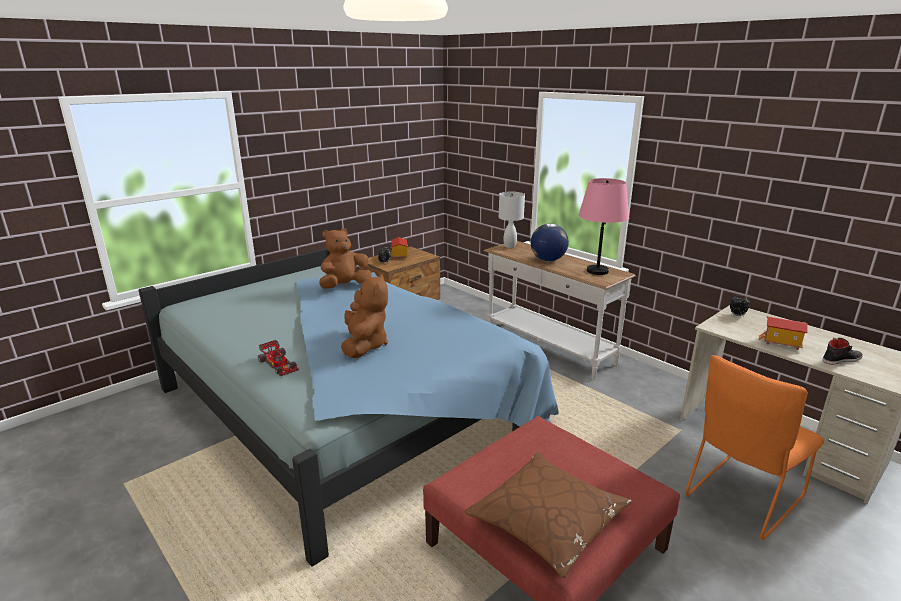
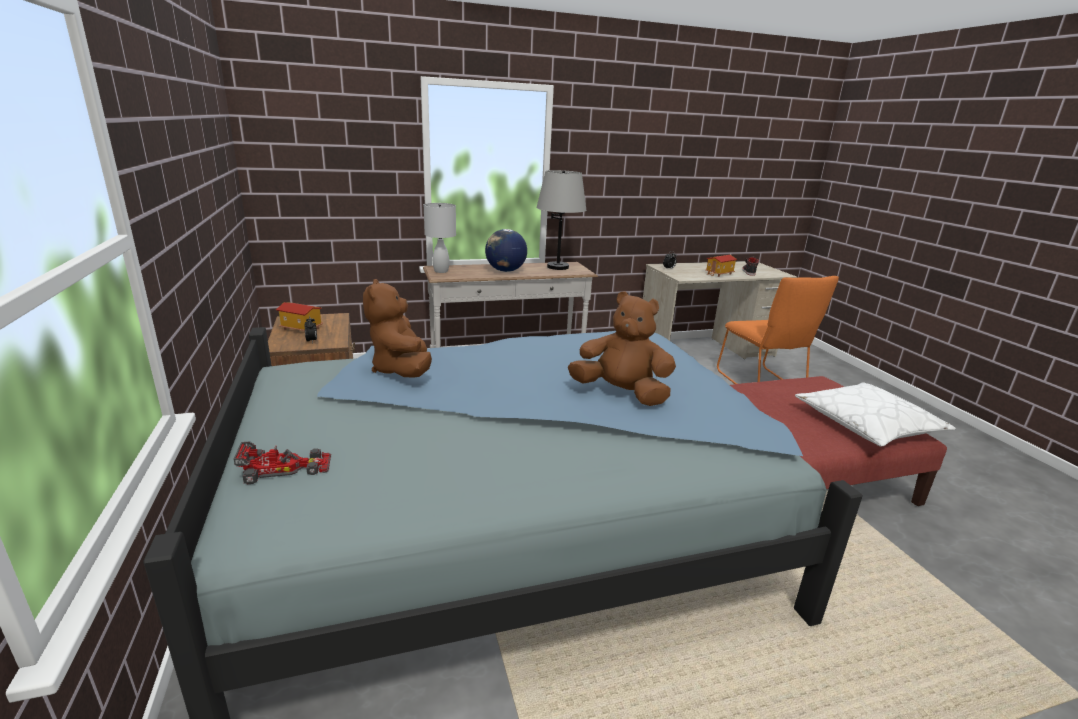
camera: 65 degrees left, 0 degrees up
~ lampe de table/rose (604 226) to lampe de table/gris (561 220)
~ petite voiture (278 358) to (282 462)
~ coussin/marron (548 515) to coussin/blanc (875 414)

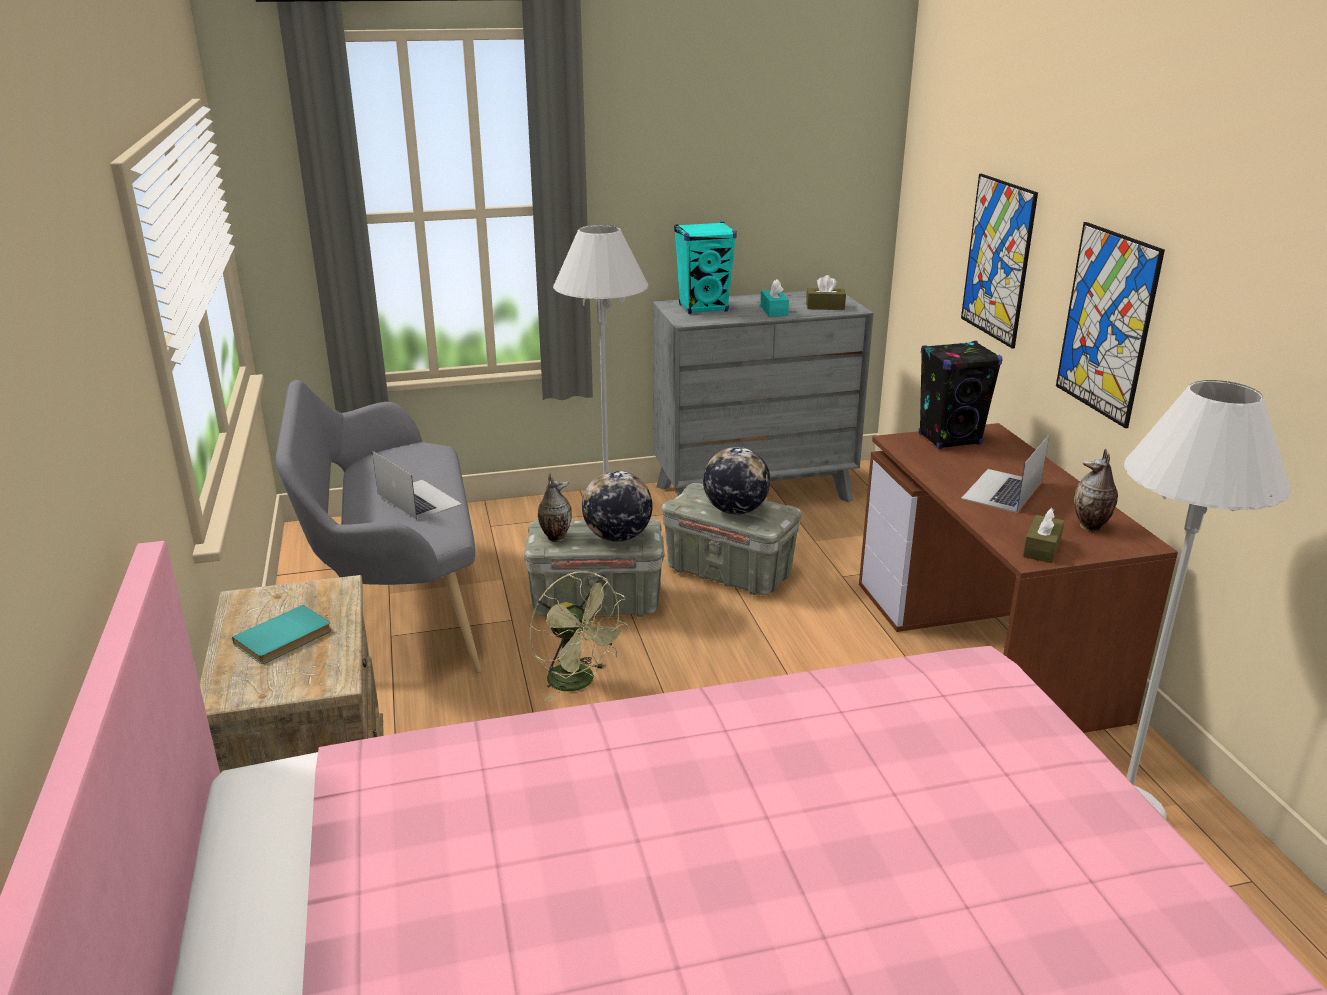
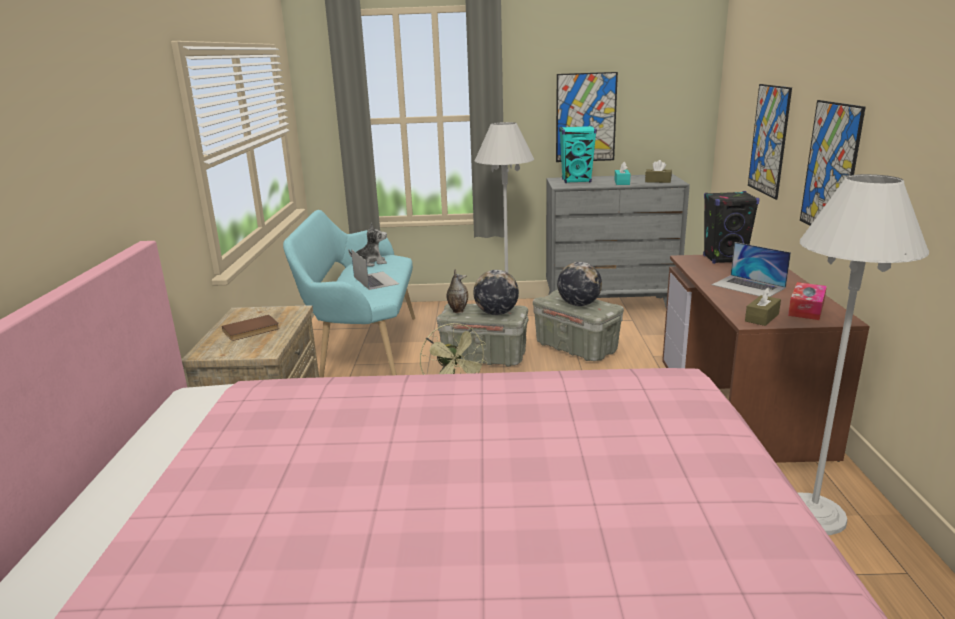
camera: 15 degrees right, 5 degrees down
~ banc/gris (378 526) to banc/turquoise (349 294)
~ ordinateur portable (1005 474) = (751 269) 90 degrees counterclockwise
~ vase (1096 490) to boîte à mouchoirs (807 301)
~ livre/turquoise (281 634) to livre/marron (250 328)
+ tableau (587 117)
+ peluche (368 244)

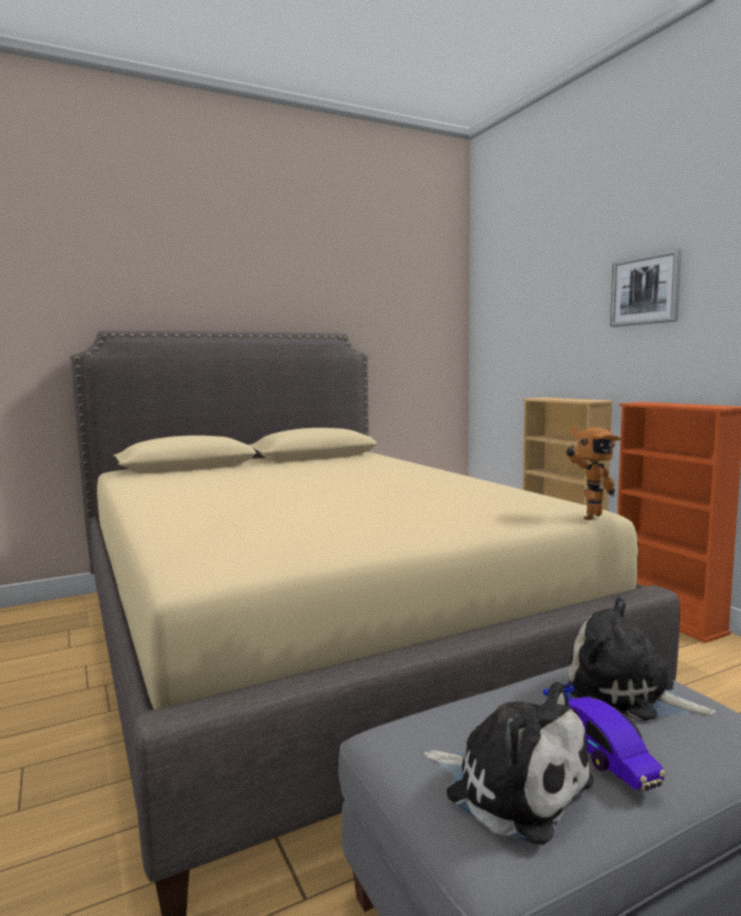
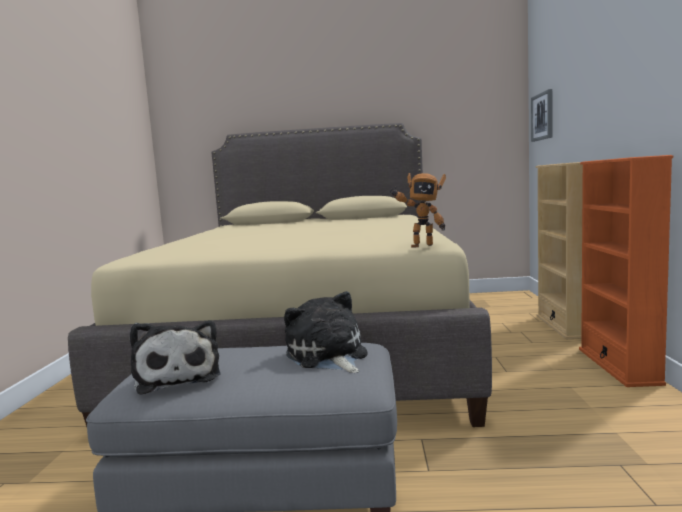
camera: 30 degrees right, 0 degrees up
~ tableau (646 288) to (541 115)
- petite voiture (604 737)

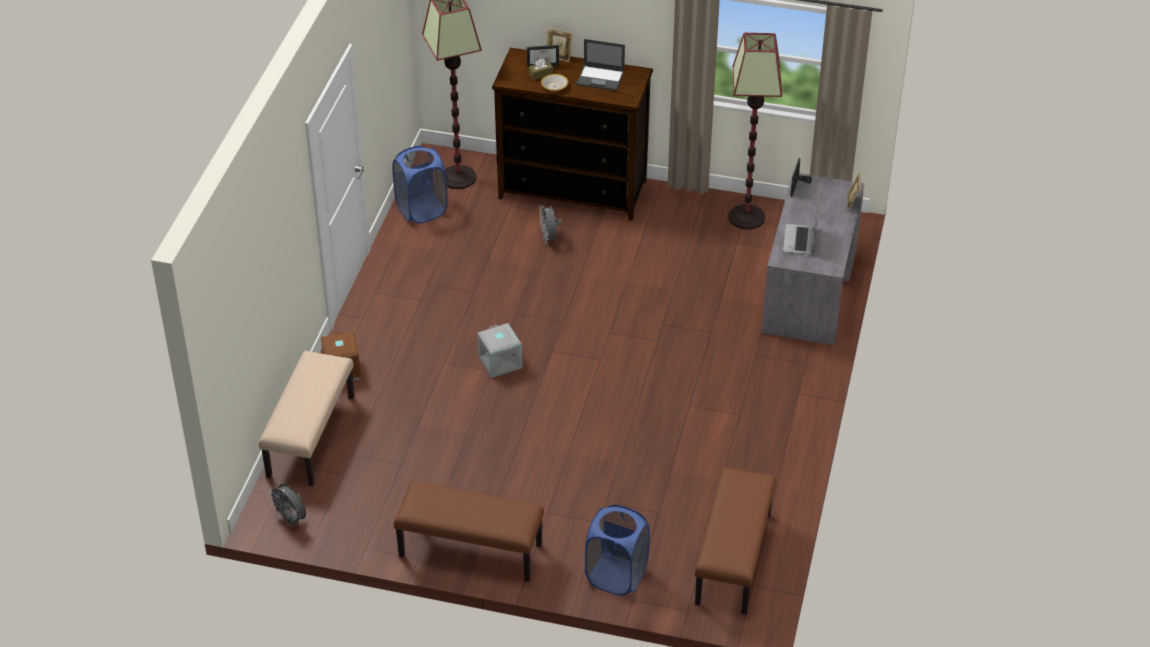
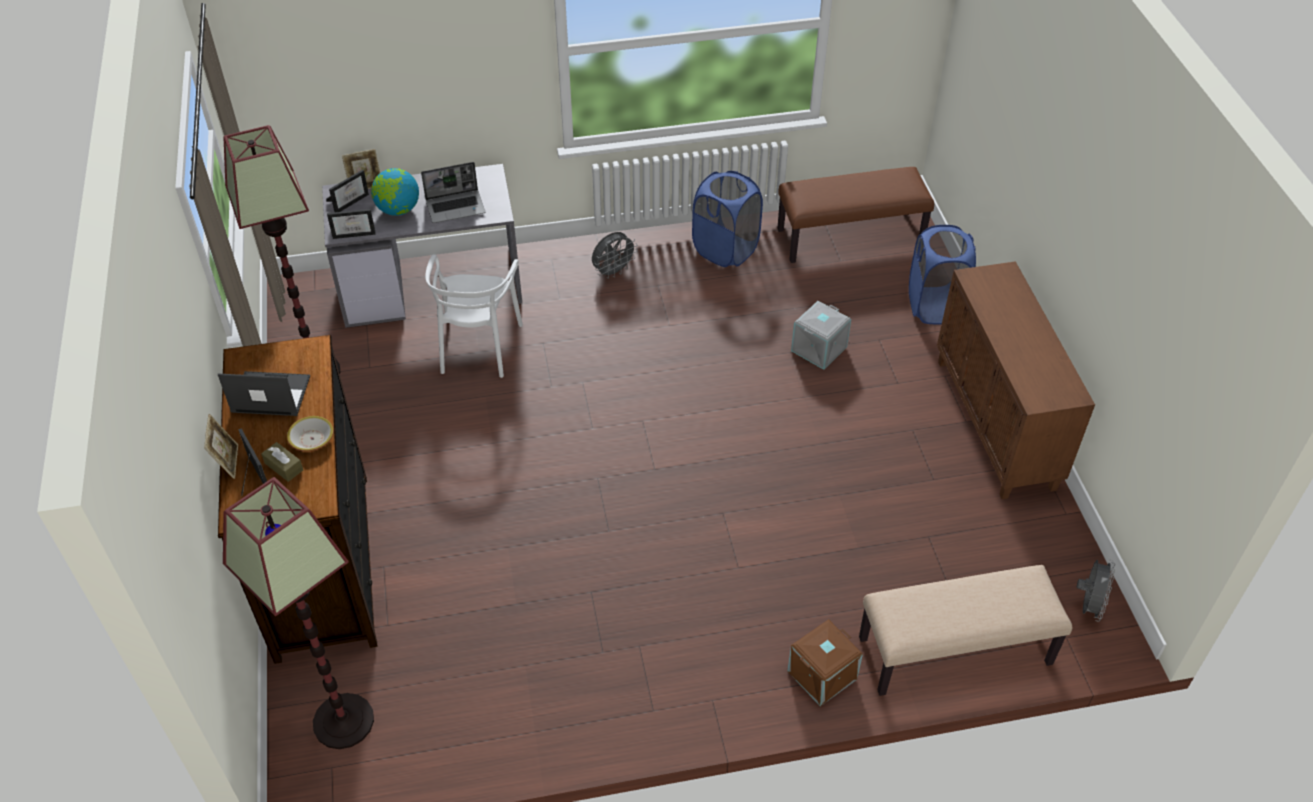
camera: 115 degrees left, 5 degrees up
~ ordinateur portable (600 65) = (264 393) 75 degrees counterclockwise
~ panier à linge/bleu (420 185) to (727 219)
~ ventilateur/gris (550 223) to (615 255)
~ boîte de rangement/gris (500 350) to (821 335)
~ banc/marron (469 531) to meuble de rangement/marron (1016 380)
+ globe (395 192)
+ cadre photo (347 191)
+ chaise/blanc (474 316)

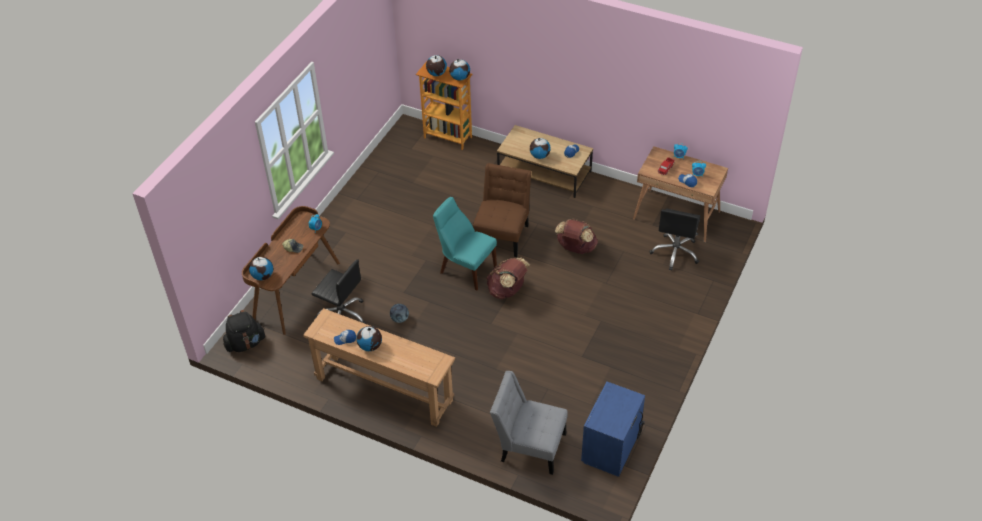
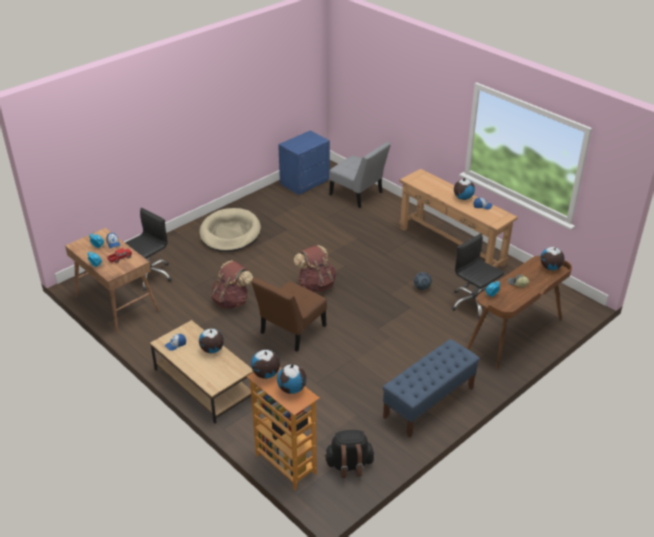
camera: 160 degrees left, 10 degrees down
- chaise/turquoise (465 244)
~ sac à dos/noir (244 331) to (349 454)
+ panier pour chien/beige (230 230)
+ banc/bleu (431 388)

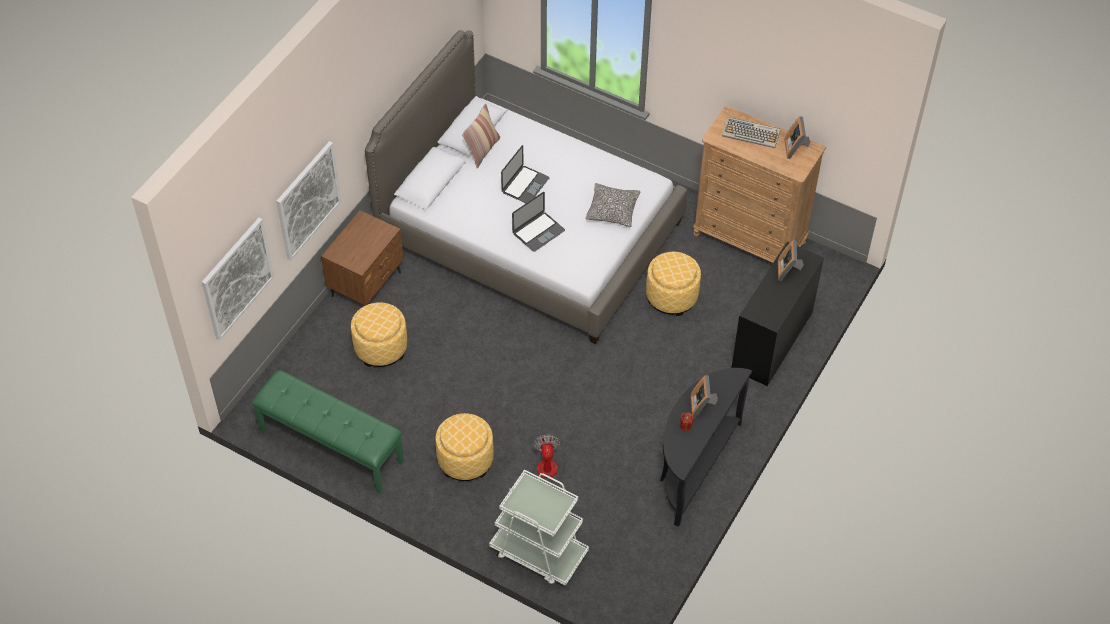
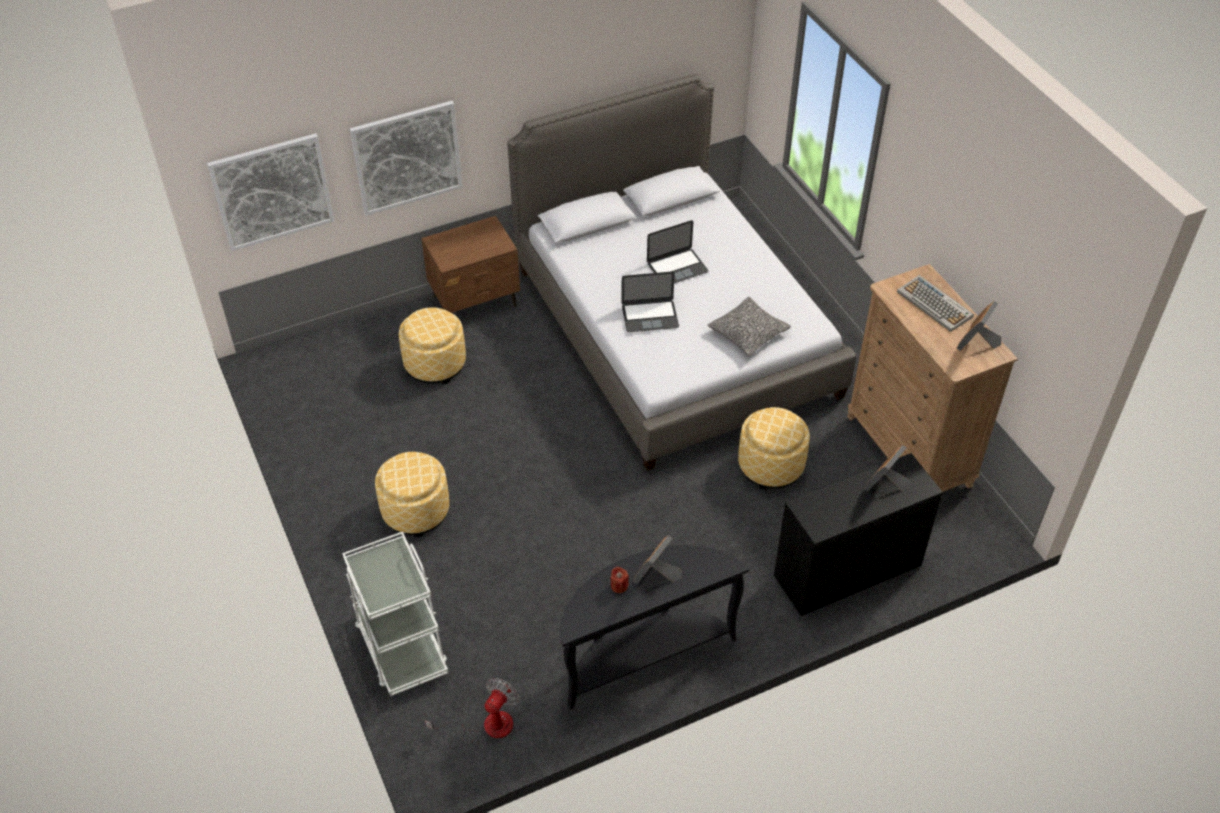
camera: 35 degrees right, 5 degrees down
- coussin (481 136)
- banc/vert (328 431)
~ ventilateur (534 463) to (472 710)

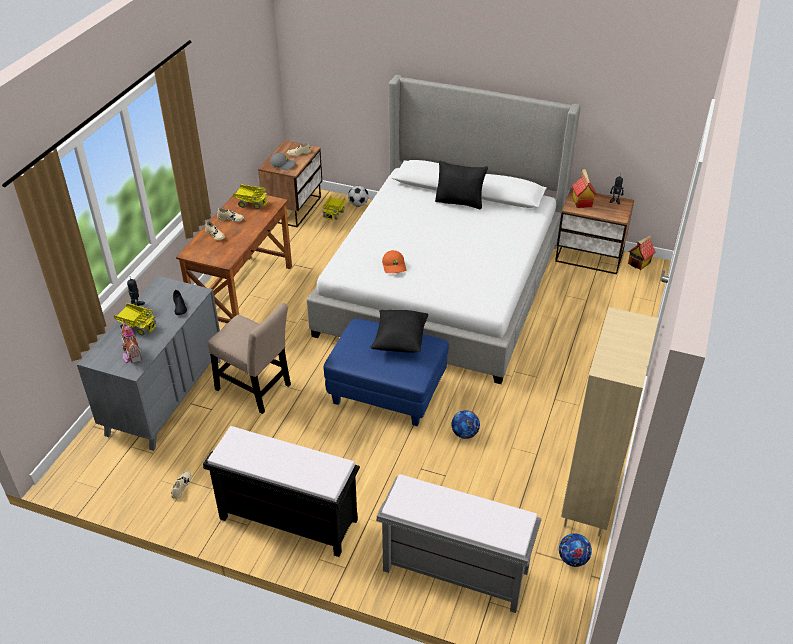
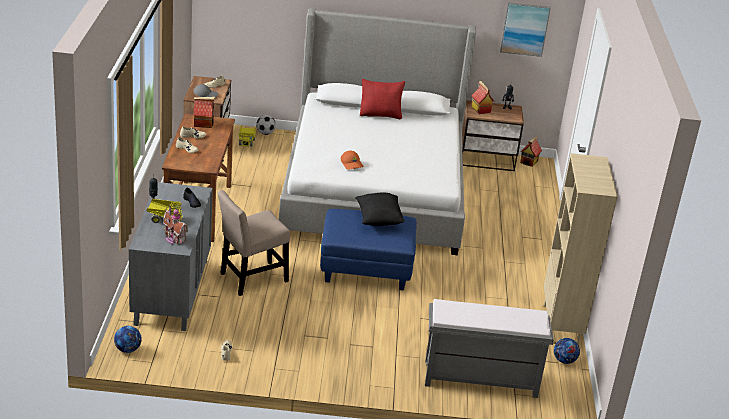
camera: 20 degrees left, 10 degrees down
~ coussin/noir (461 185) to coussin/rouge (382 99)
~ camion jouet (250 197) to maison miniature (204 112)
~ chaise/beige (249 358) = (254 243) 135 degrees clockwise
~ ballon de foot (466 424) to (128 339)
- banc/noir (281 491)
+ tableau (525 29)

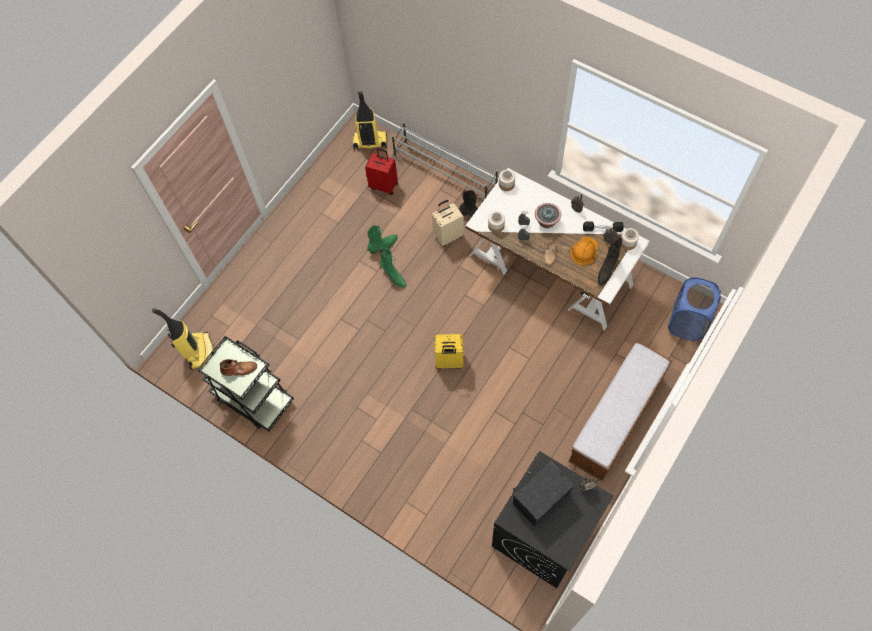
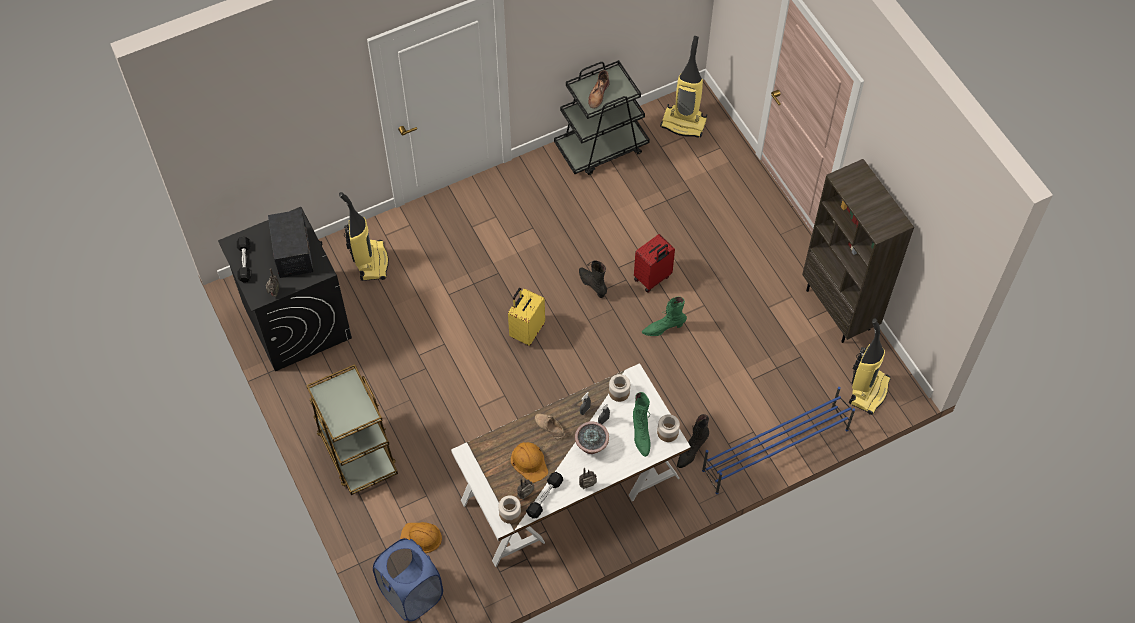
camera: 115 degrees right, 5 degrees down
~ étagère à chaussures/gris (445 160) to étagère à chaussures/bleu (778 440)
~ valise/rouge (381 171) to (654 263)
- valise/beige (448 223)
~ botte/vert (382 239) to (642 424)
~ botte/noir (610 260) to (593 279)
~ banc (620 412) to chariot/marron (352 429)
+ bibliothèque/marron (858 251)
+ aspirateur (364 236)
+ haltère/noir (244 260)
+ casque de chantier/orange (421 537)

